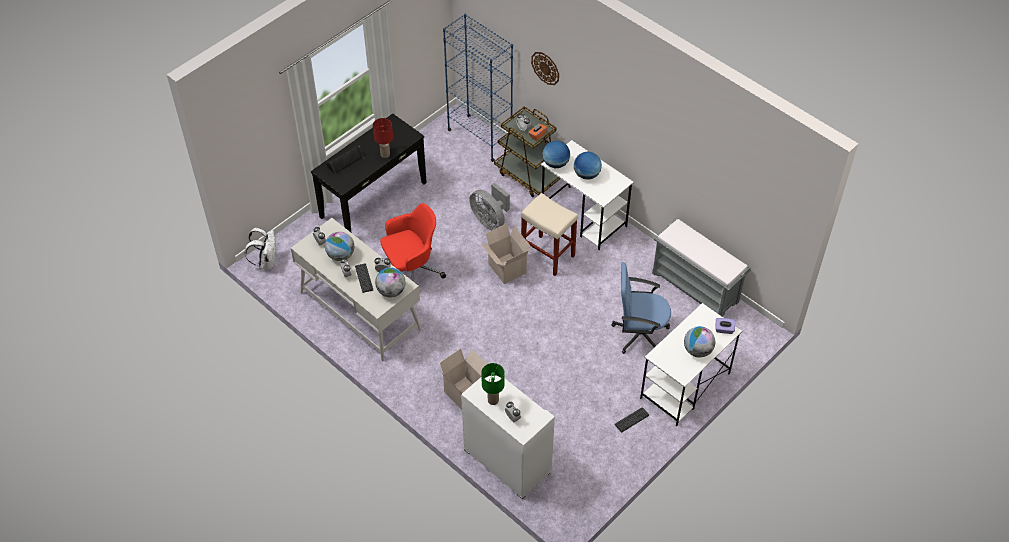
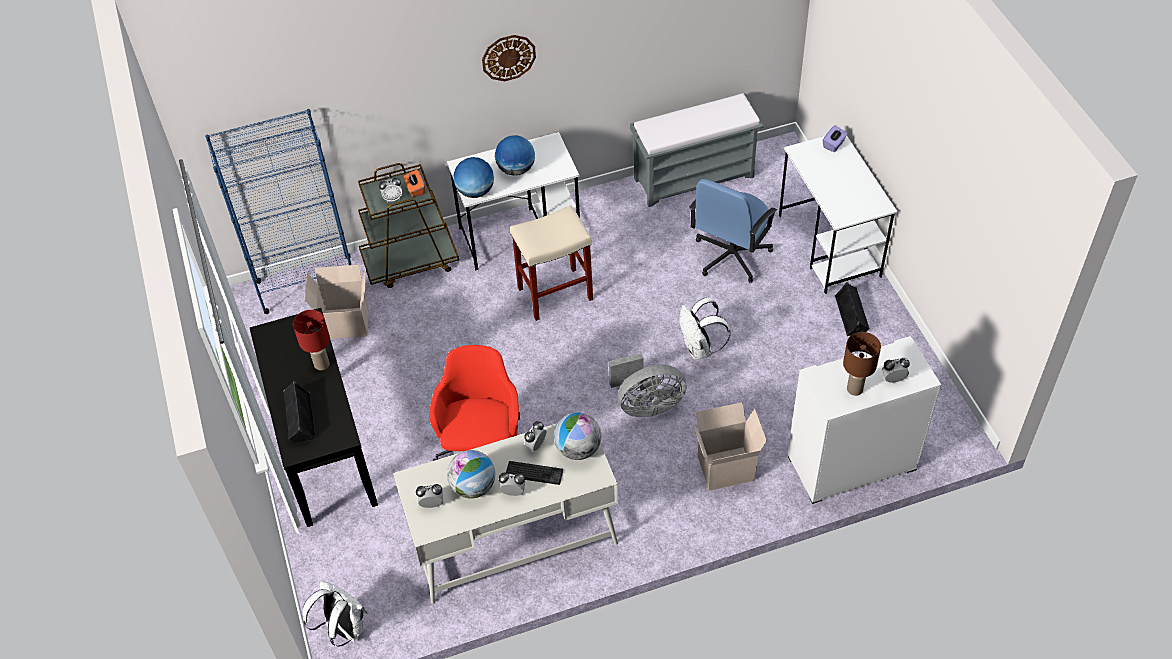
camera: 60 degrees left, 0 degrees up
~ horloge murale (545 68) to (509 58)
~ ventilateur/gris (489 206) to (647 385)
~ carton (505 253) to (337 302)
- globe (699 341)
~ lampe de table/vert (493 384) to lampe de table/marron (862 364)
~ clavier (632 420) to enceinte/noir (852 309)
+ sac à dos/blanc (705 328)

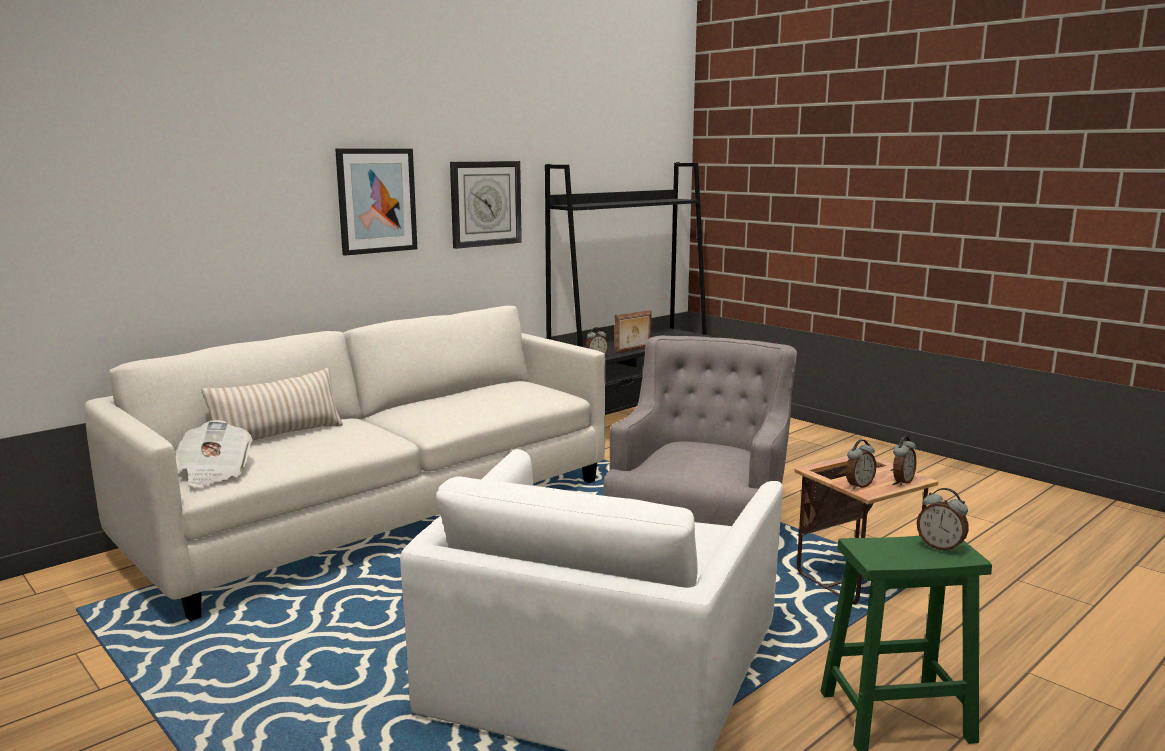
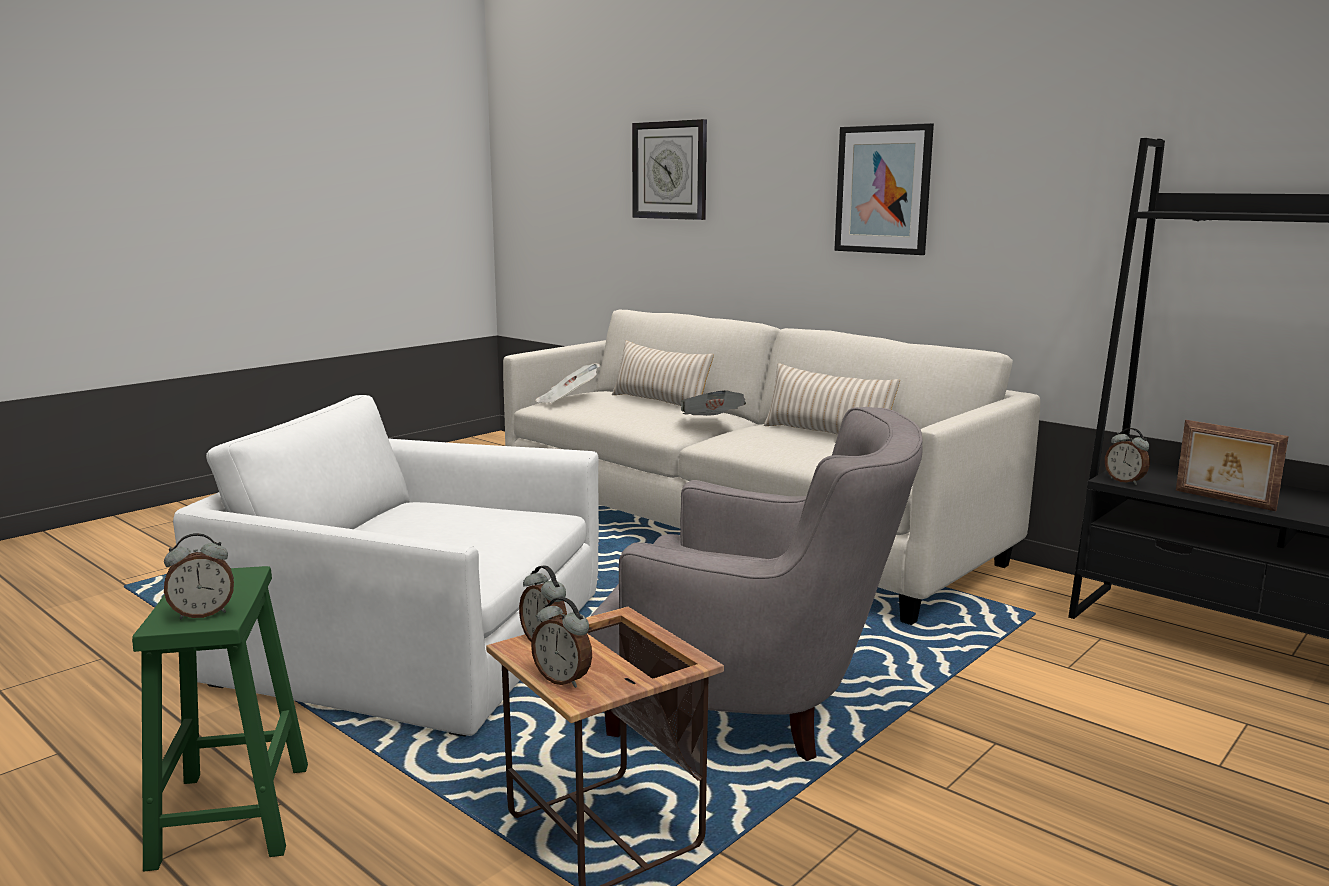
camera: 85 degrees right, 0 degrees up
~ horloge murale (486 205) to (669 169)
~ réveil (943 520) = (199 576) 150 degrees counterclockwise
+ coussin/beige (832 399)
+ journal (713 403)

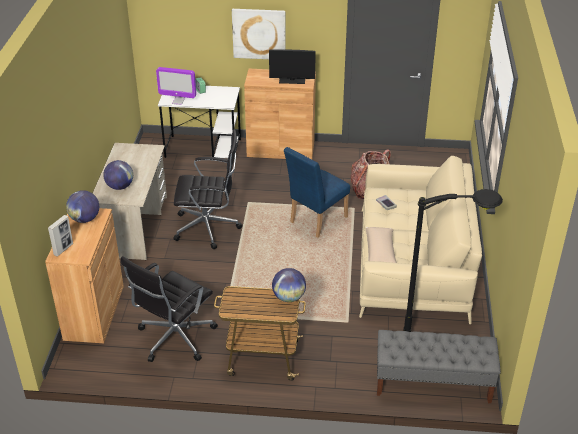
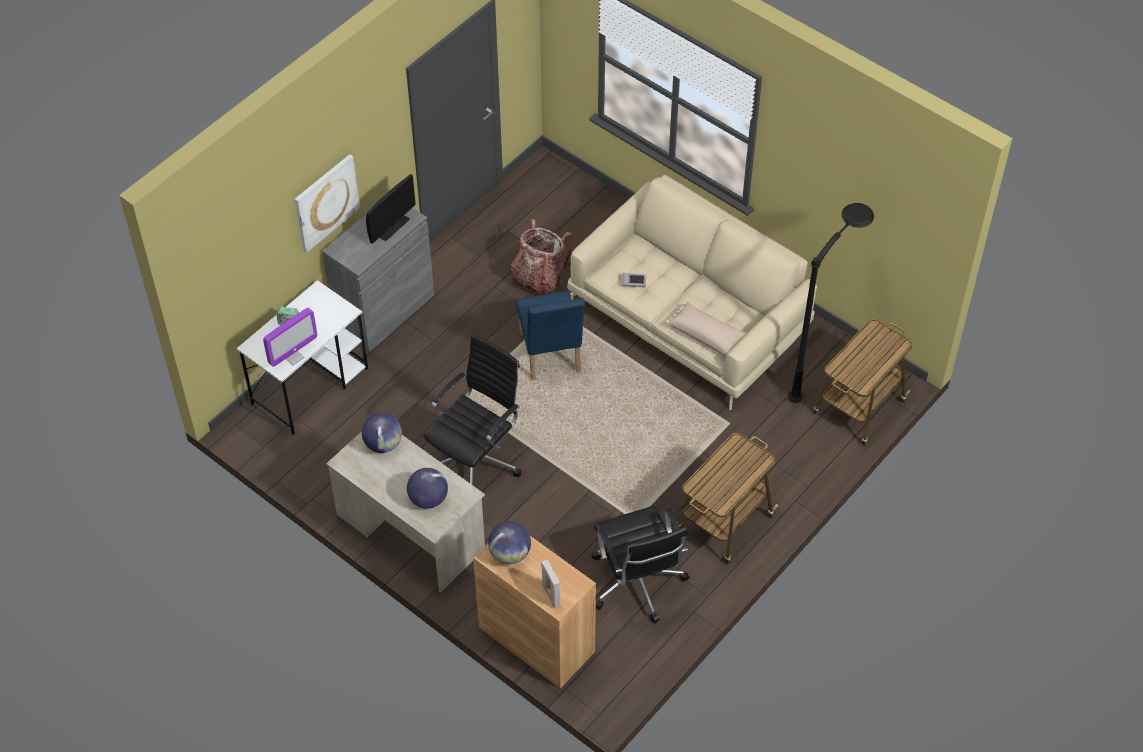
camera: 55 degrees left, 15 degrees up
~ meuble de rangement/marron (280 114) to meuble de rangement/gris (378 280)
~ globe (289 285) to (382 433)
~ banc/gris (439 367) to chariot (863 382)

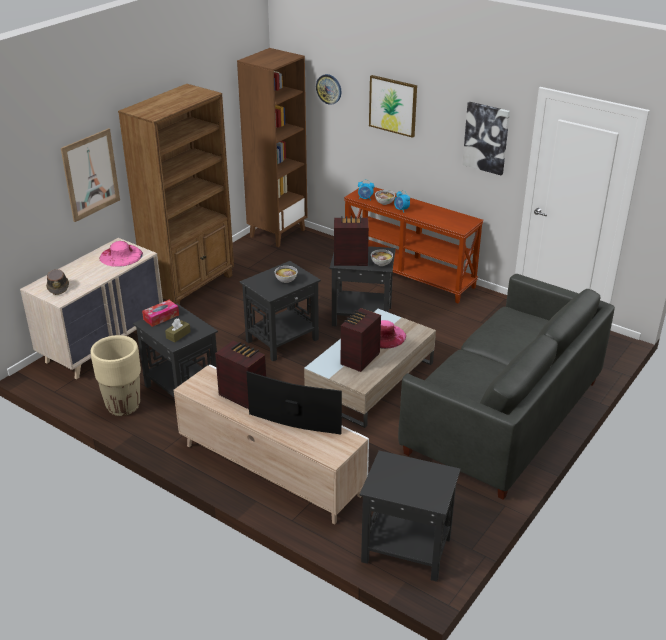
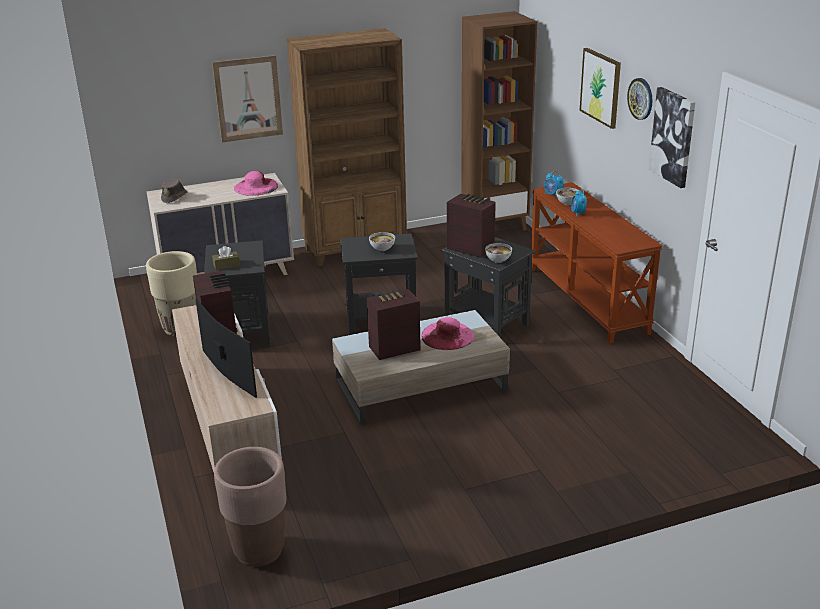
camera: 35 degrees right, 5 degrees down
~ horloge murale (328 89) to (639 99)
- canapé/gris (506 387)
- boîte à mouchoirs (160 313)
~ table d'appoint/noir (410 516) to cache-pot/marron (250 507)

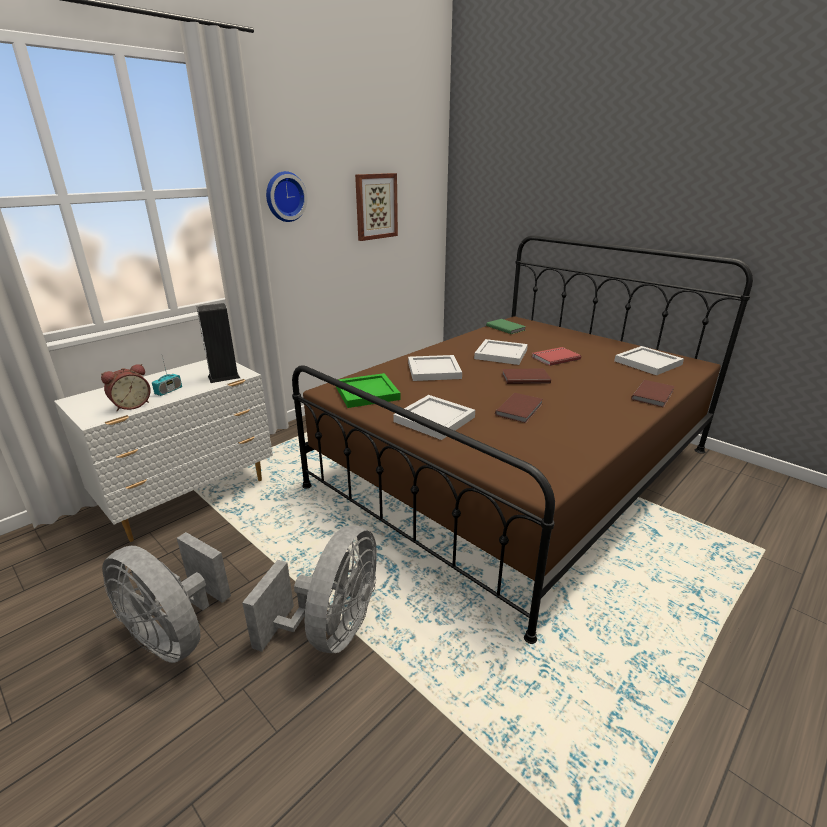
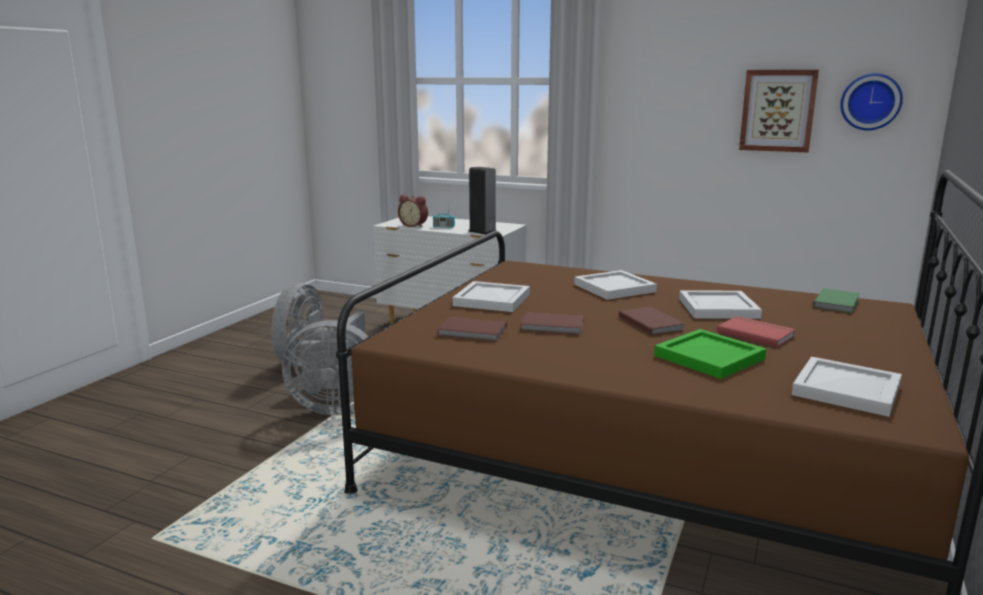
camera: 70 degrees right, 10 degrees down
~ horloge murale (286 196) to (871 101)
~ plateau/vert (368 390) to (710 354)
~ livre/marron (653 393) to (472 329)

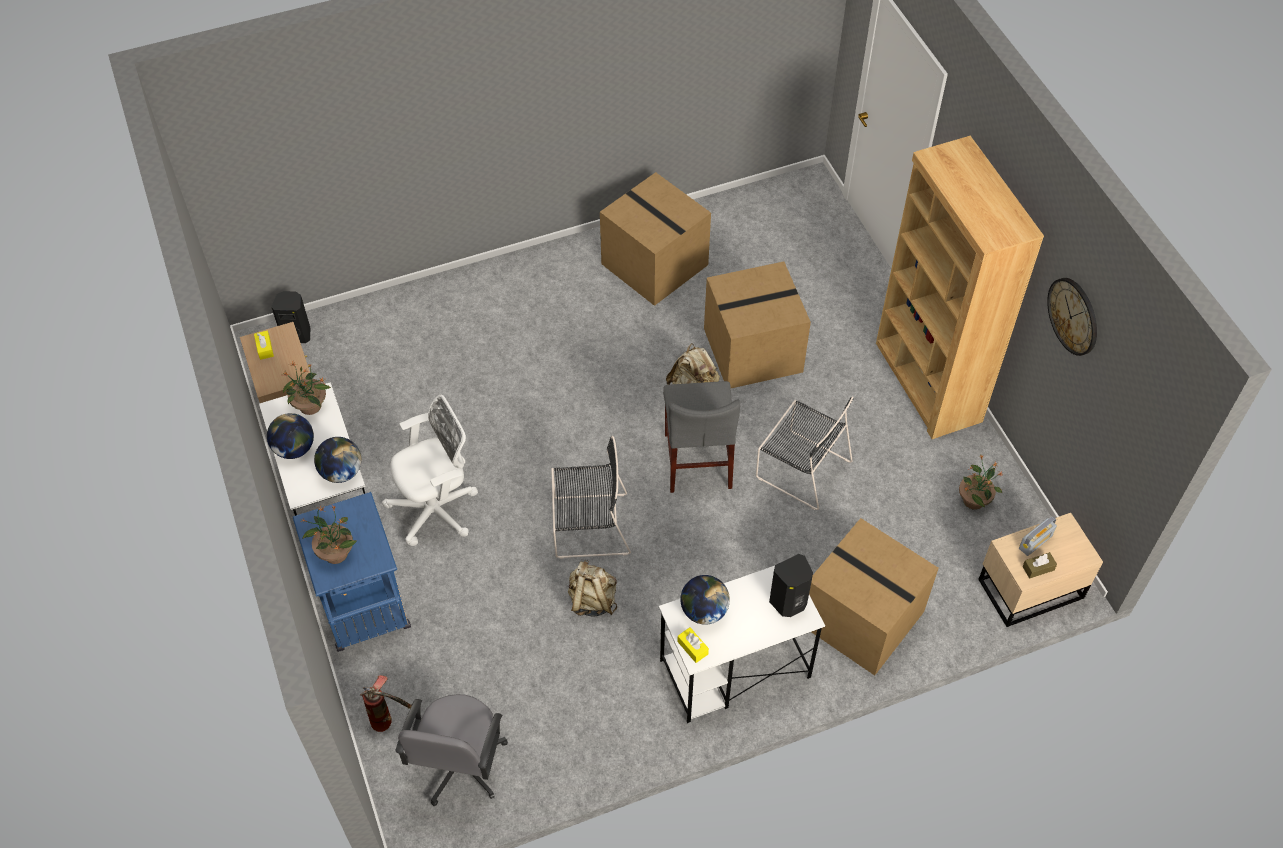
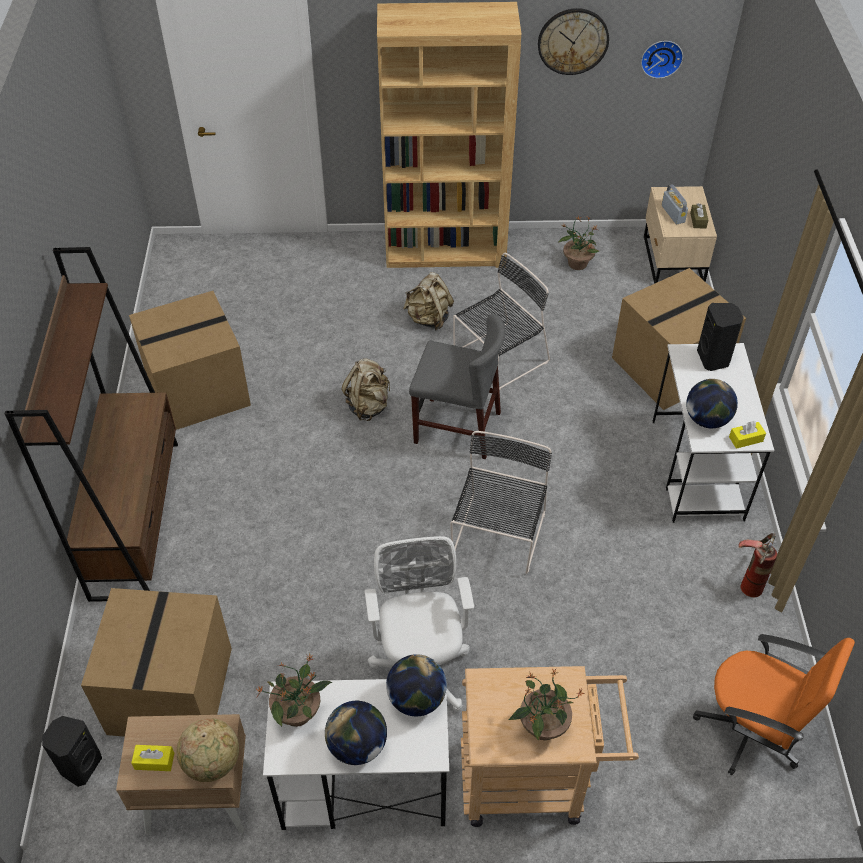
camera: 70 degrees left, 5 degrees down
~ carton (757 324) to (156 662)
~ chariot/bleu (352 572) to chariot/beige (550 746)
~ sac à dos/beige (592 588) to (428 301)
~ extincteur (386 703) to (757 565)
~ chaise de bureau/gris (451 750) to chaise de bureau/orange (774 704)
+ horloge murale (662 60)
+ bibliothèque/marron (91 424)
+ globe (208 750)

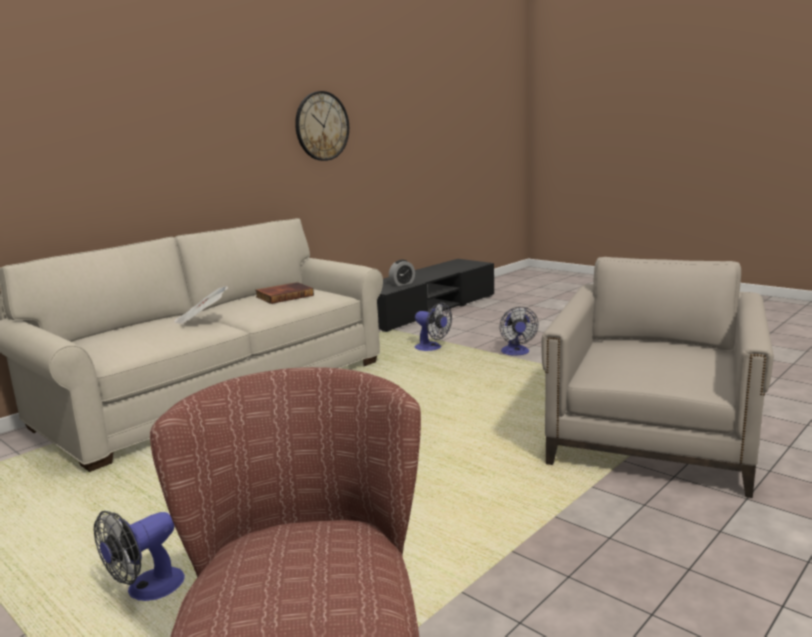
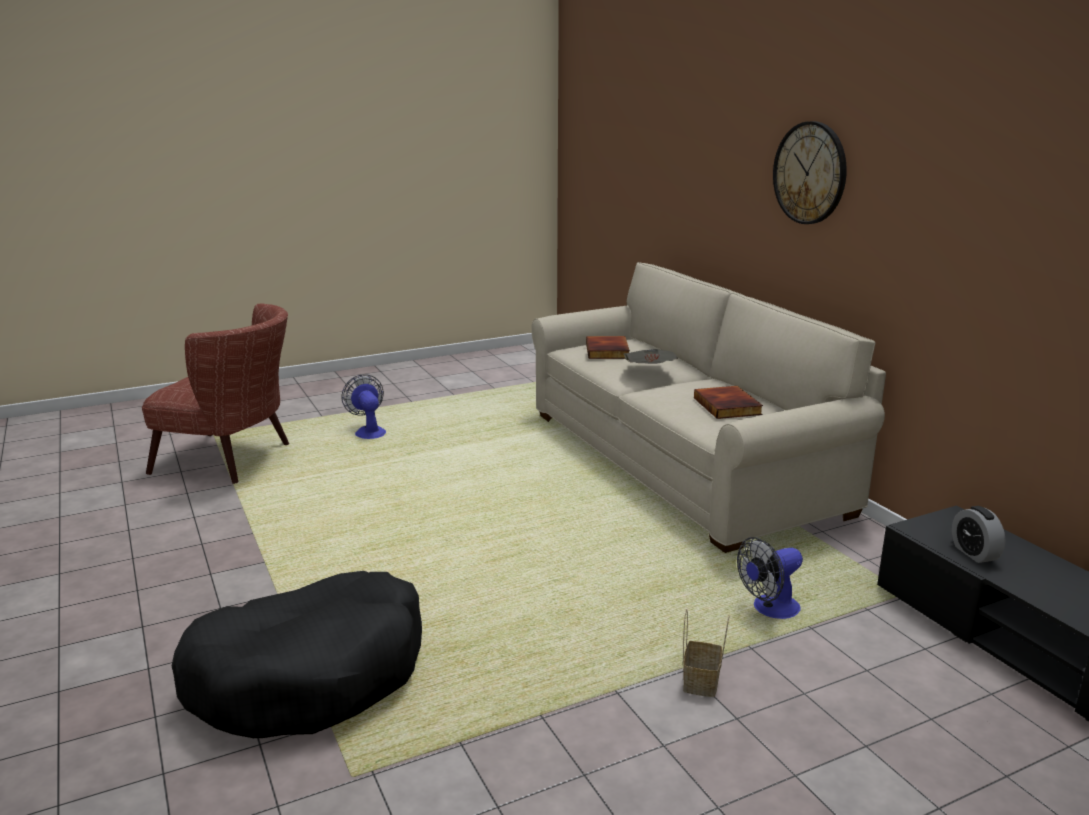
camera: 110 degrees right, 5 degrees up
~ horloge murale (322 126) to (810 172)
~ fauteuil/beige (658 377) to panier pour chien/noir (297 654)
~ ventilateur (519 331) to panier (706 653)
+ livre (608 347)

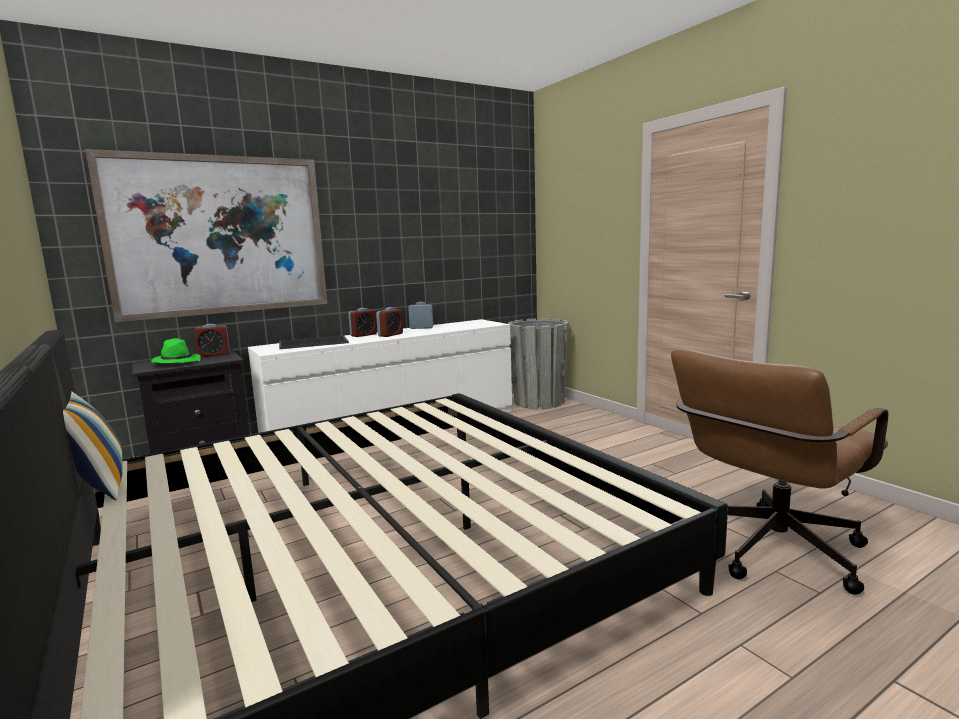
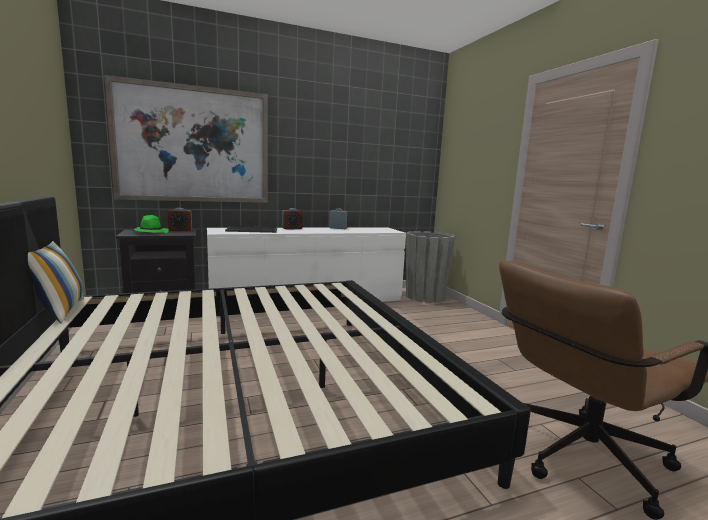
camera: 10 degrees right, 0 degrees up
- réveil (389 322)

